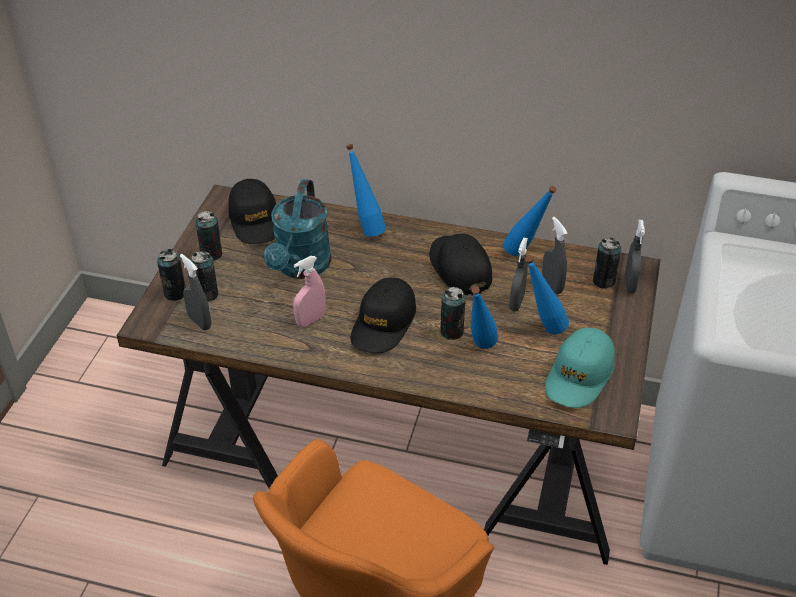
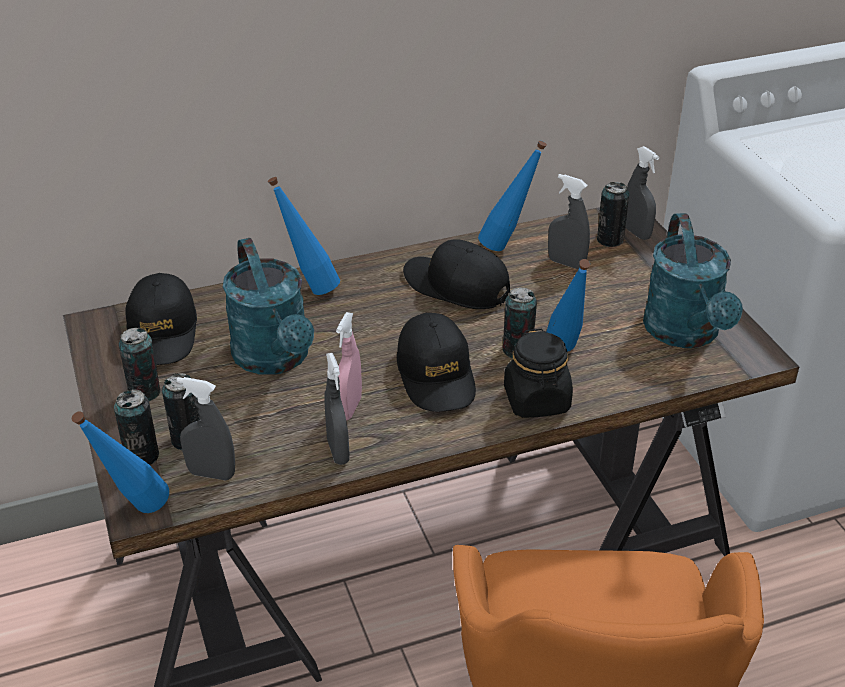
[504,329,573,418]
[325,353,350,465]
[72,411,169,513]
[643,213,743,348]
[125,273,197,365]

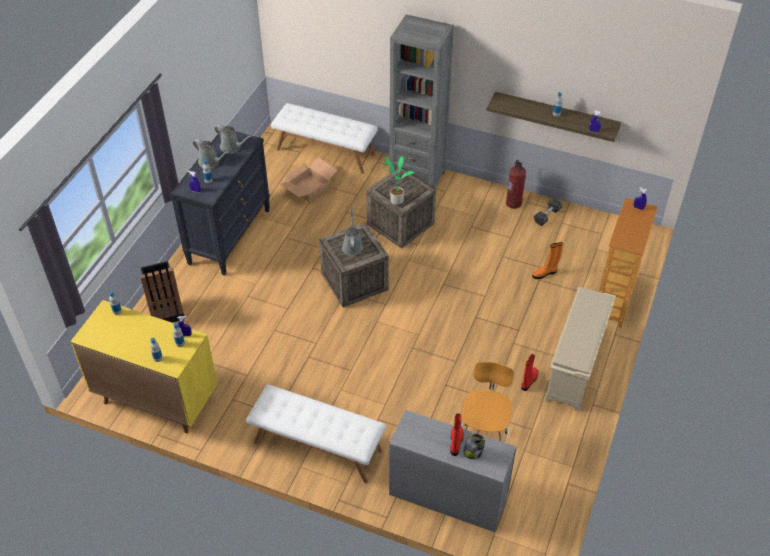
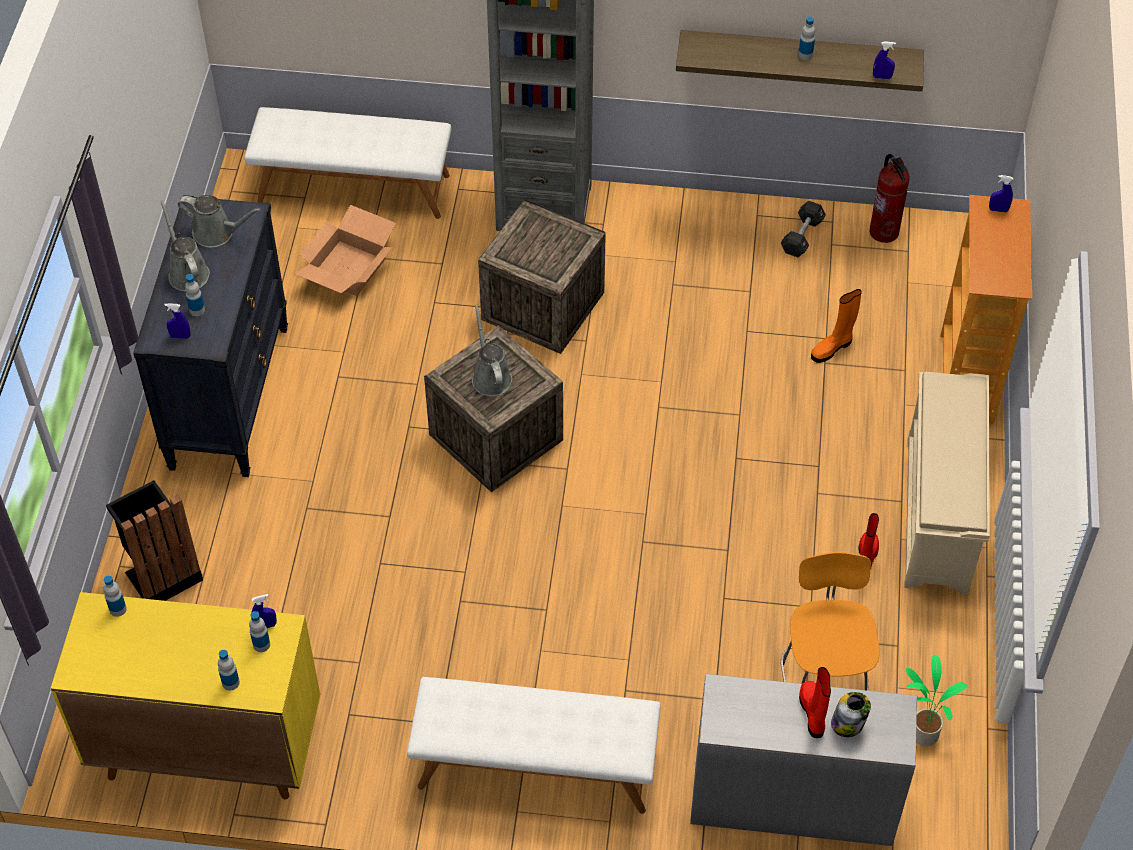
[906,655,967,746]
[870,154,910,243]
[160,200,210,291]

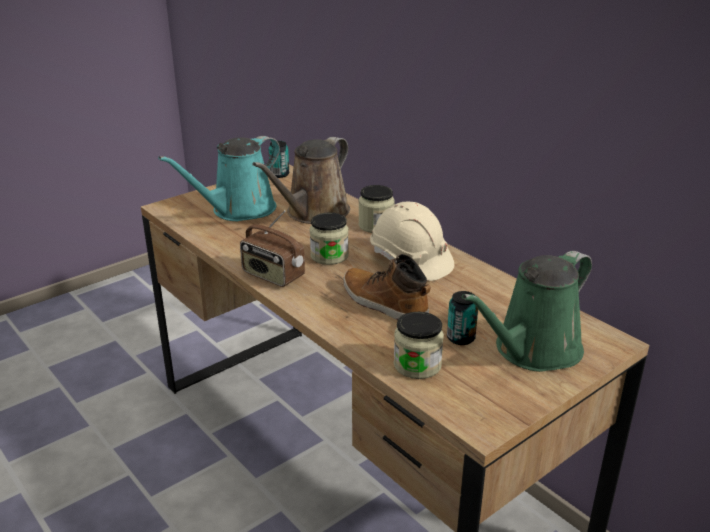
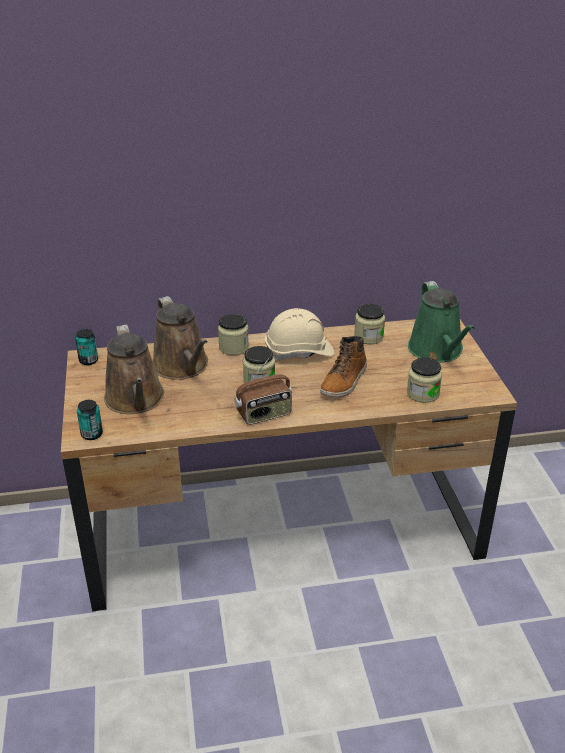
[354,304,385,344]
[77,400,103,440]
[104,324,164,414]
[320,336,367,397]

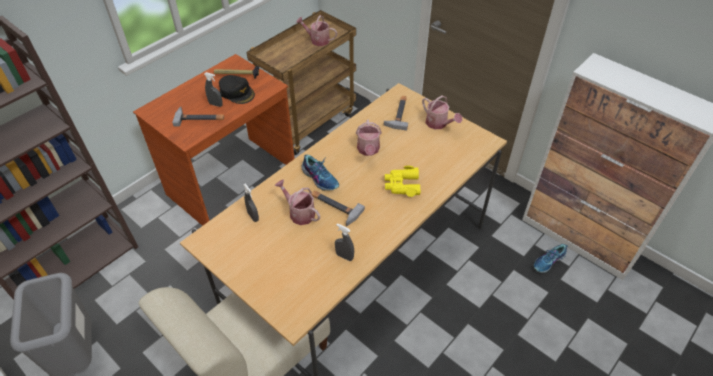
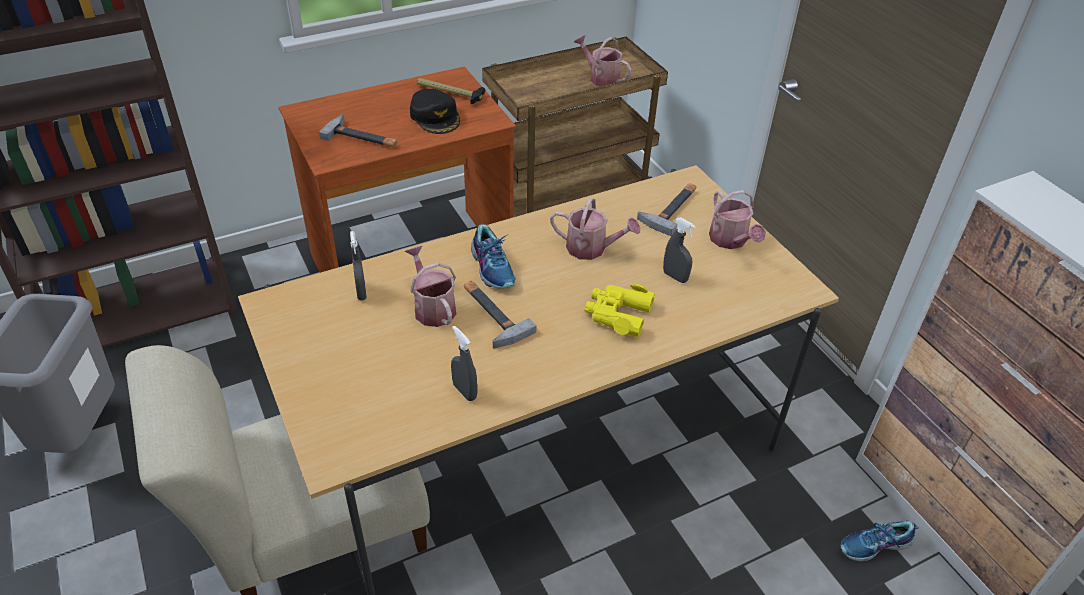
[663,218,696,283]
[550,198,640,260]

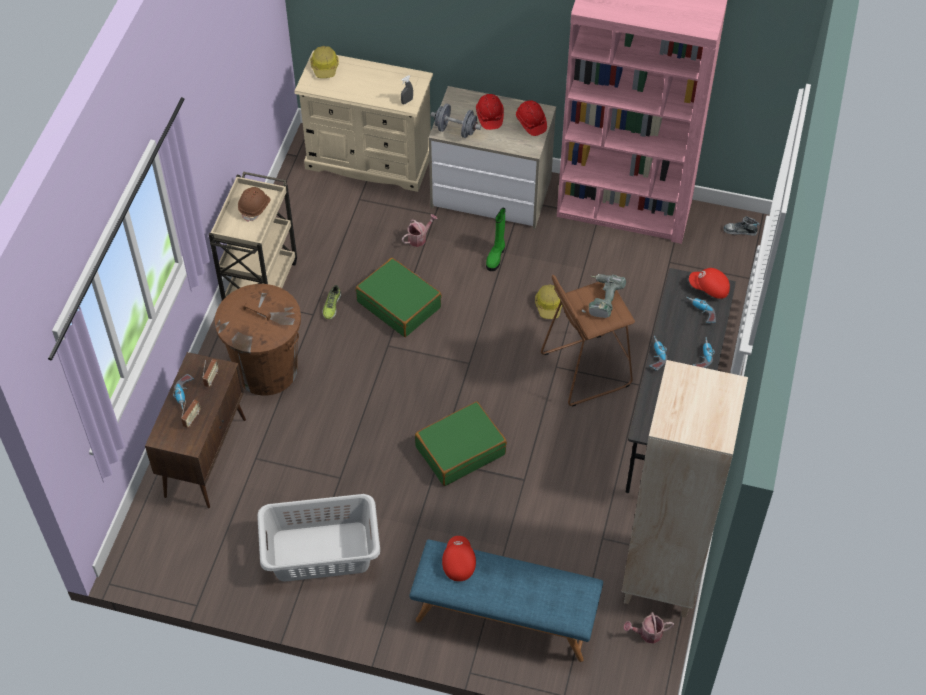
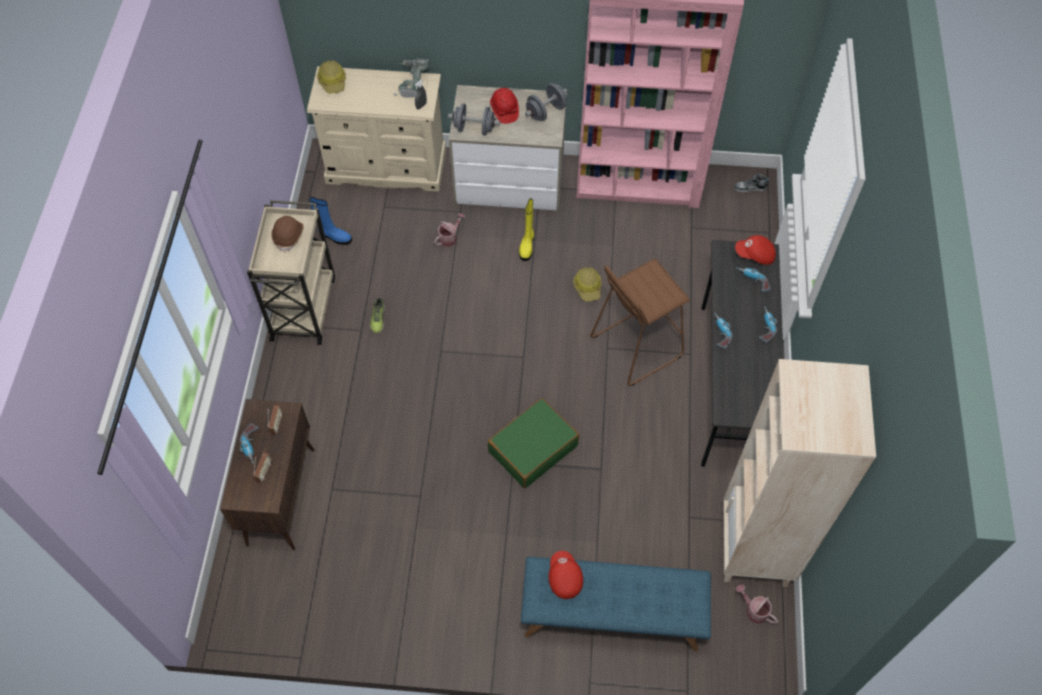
[215,284,301,395] (first image)
[257,494,380,581] (first image)
[356,258,442,337] (first image)
[310,197,352,245]
[394,58,430,98]
[525,83,568,121]
[519,199,534,261]
[736,585,778,624]

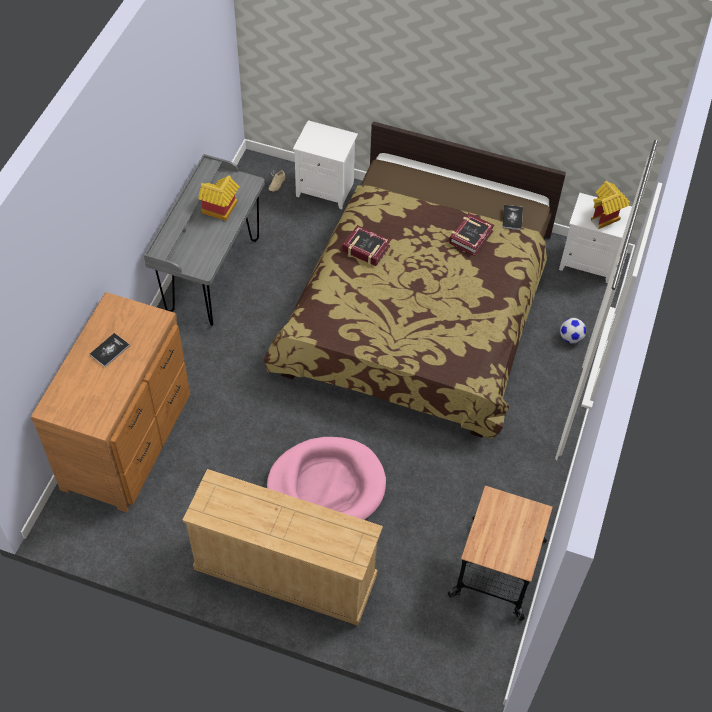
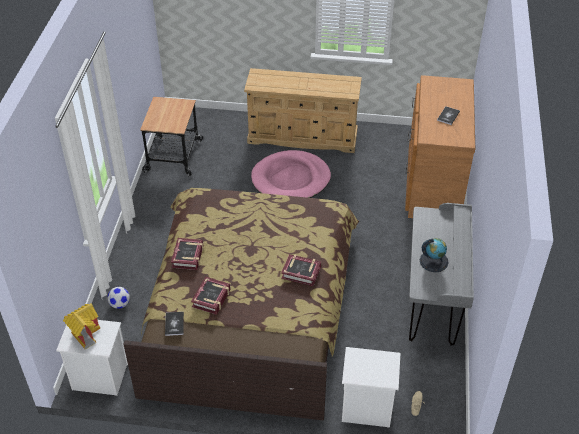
[171,238,203,270]
[420,238,449,272]

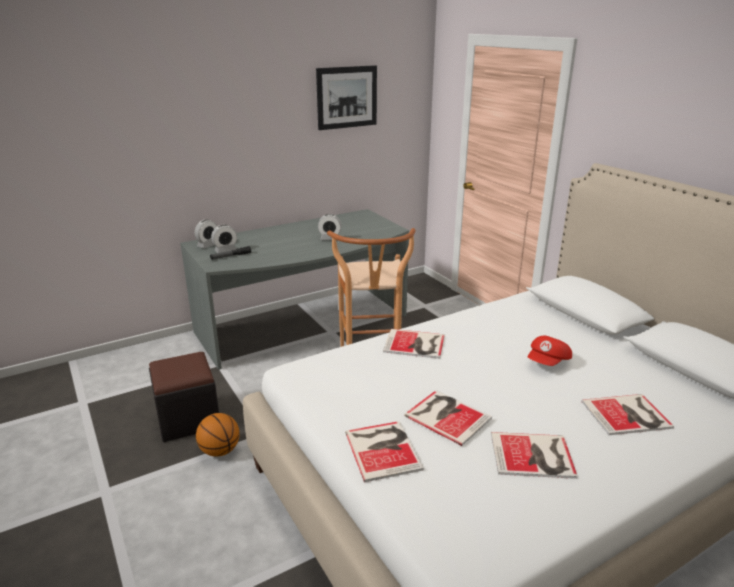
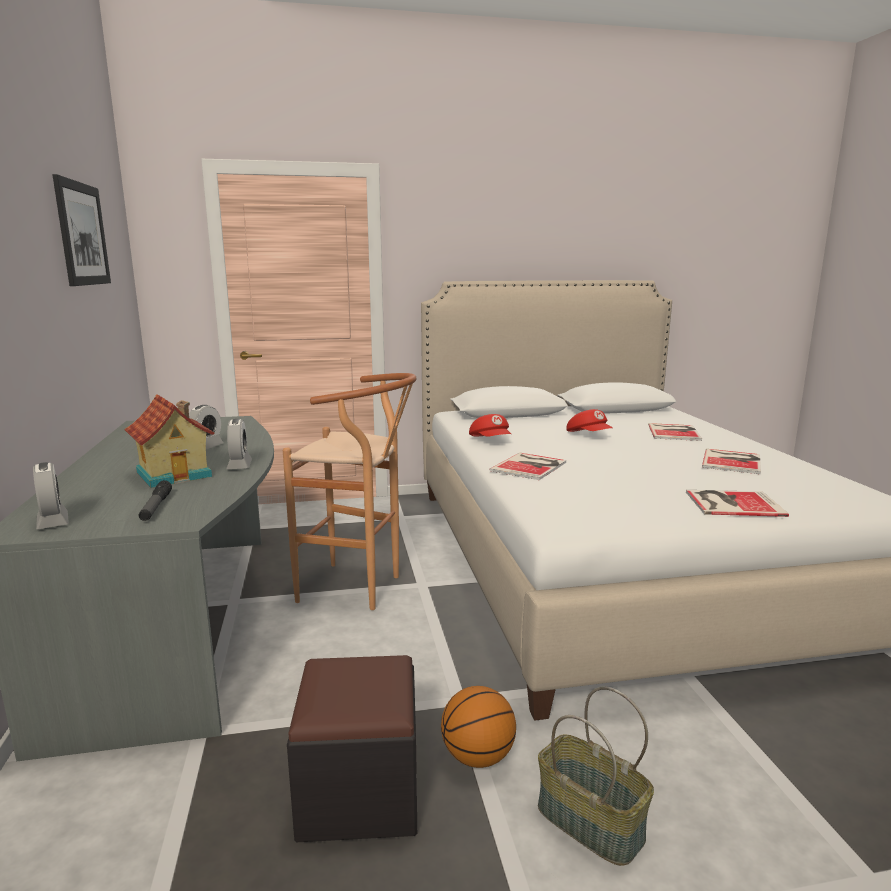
[404,390,492,446] (first image)
[124,394,214,488]
[469,414,511,437]
[538,687,654,866]
[226,419,252,469]

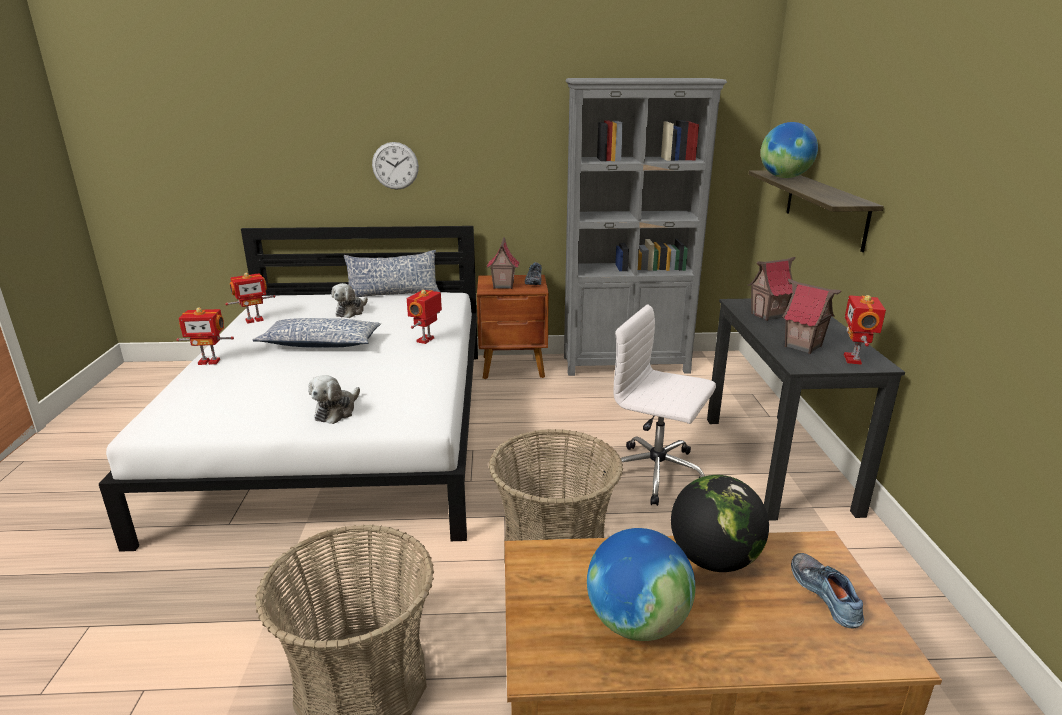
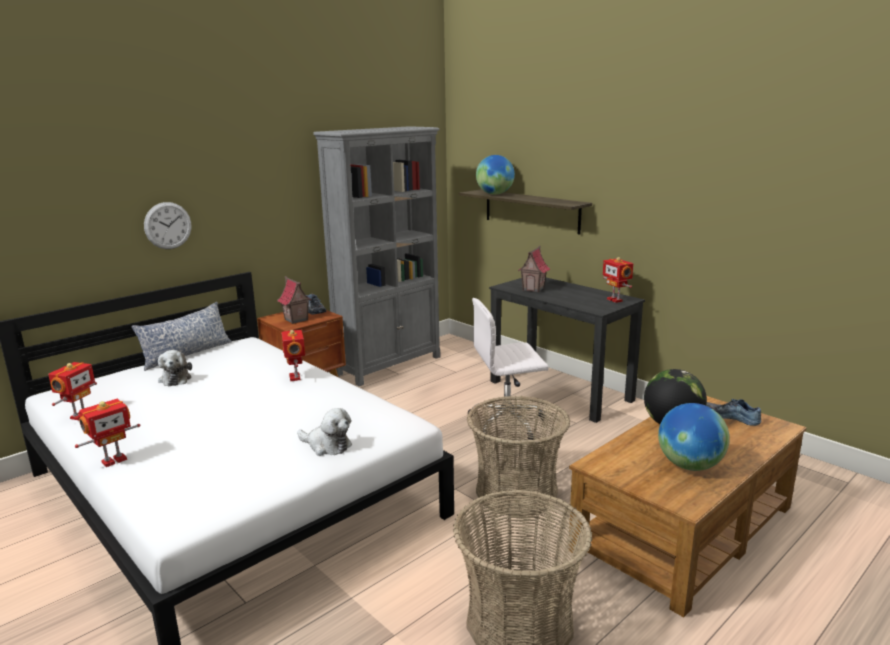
[253,318,381,348] (first image)
[782,279,841,354] (first image)
[297,408,352,456]

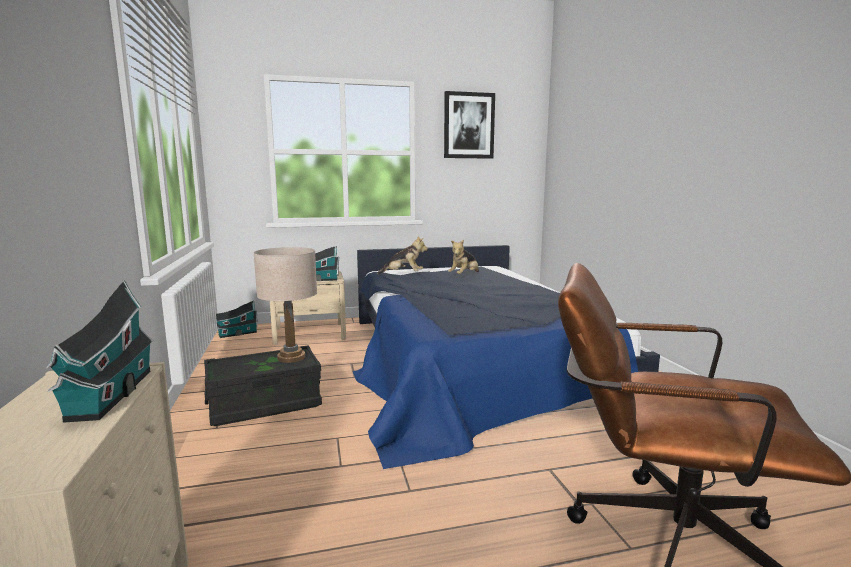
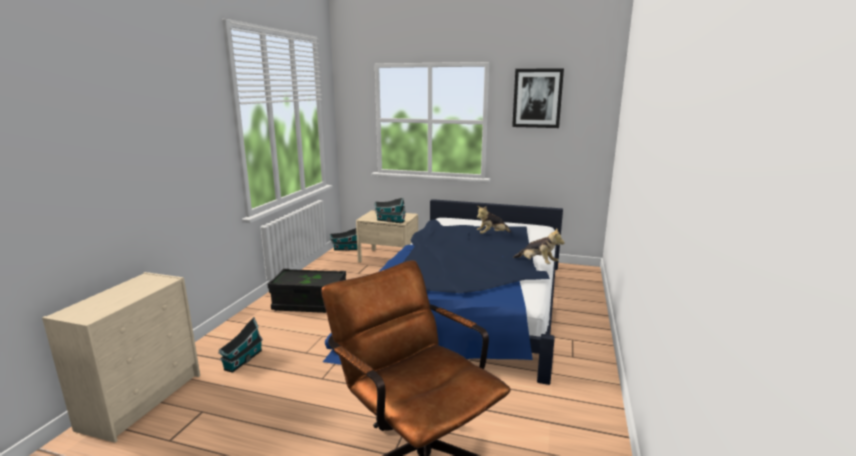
[253,247,317,363] (first image)
[218,317,263,373]
[513,228,565,264]

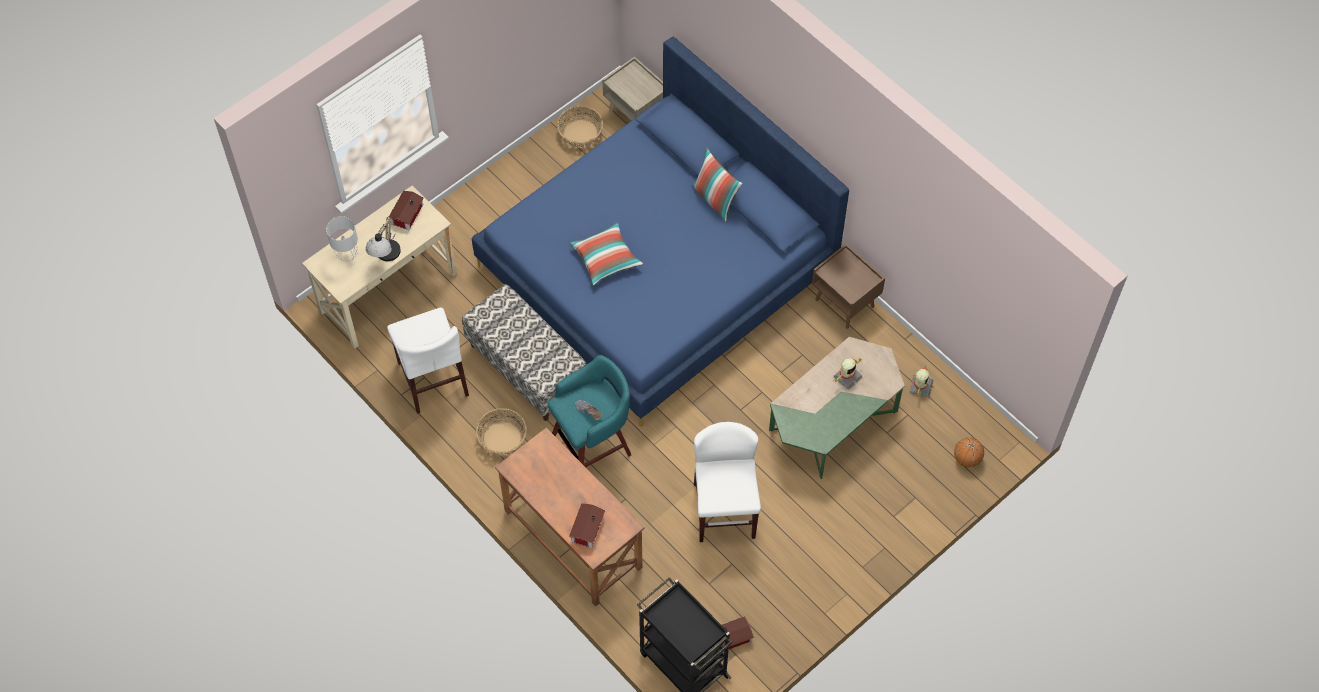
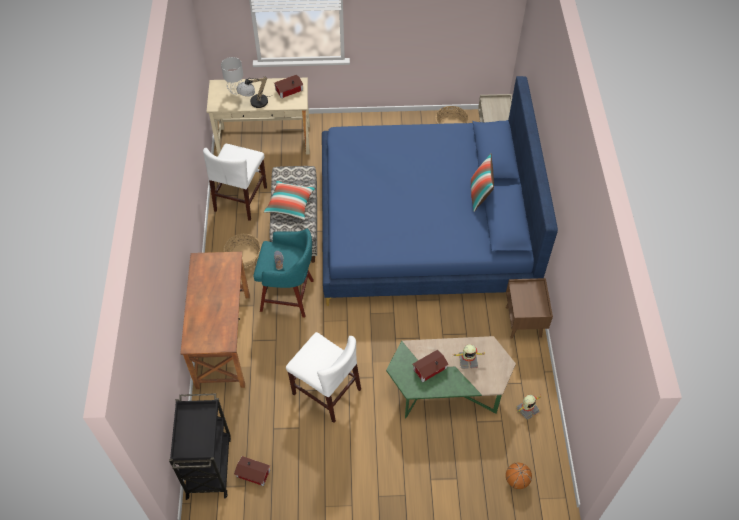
[413,350,449,382]
[264,180,316,220]
[286,332,361,423]

